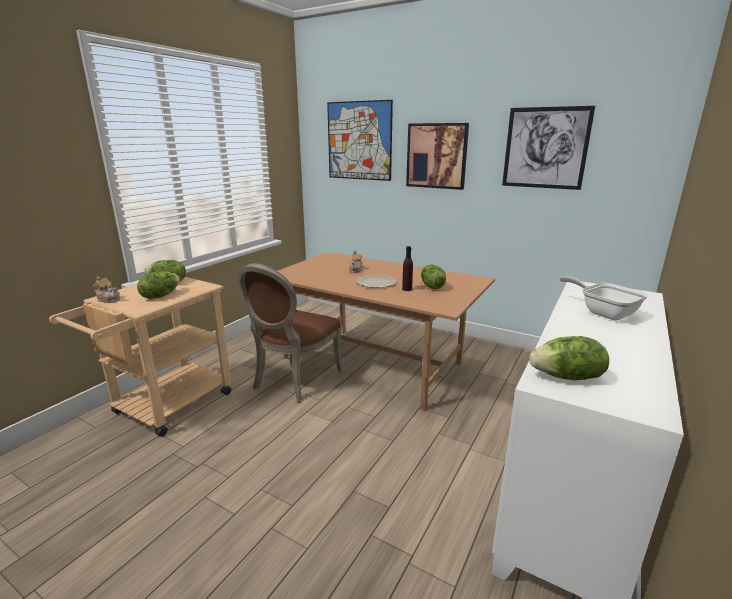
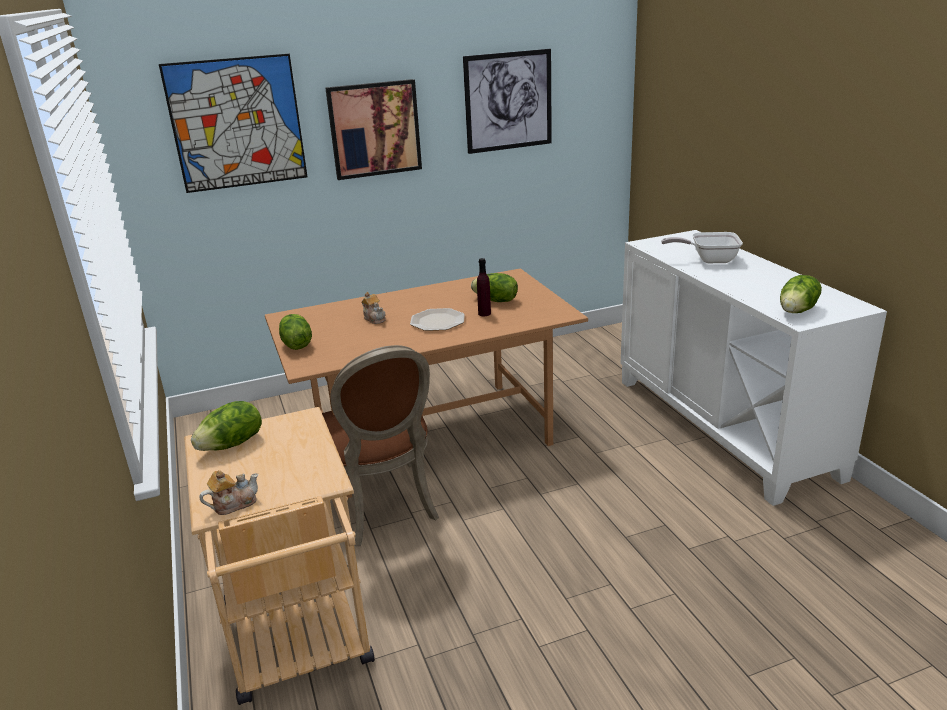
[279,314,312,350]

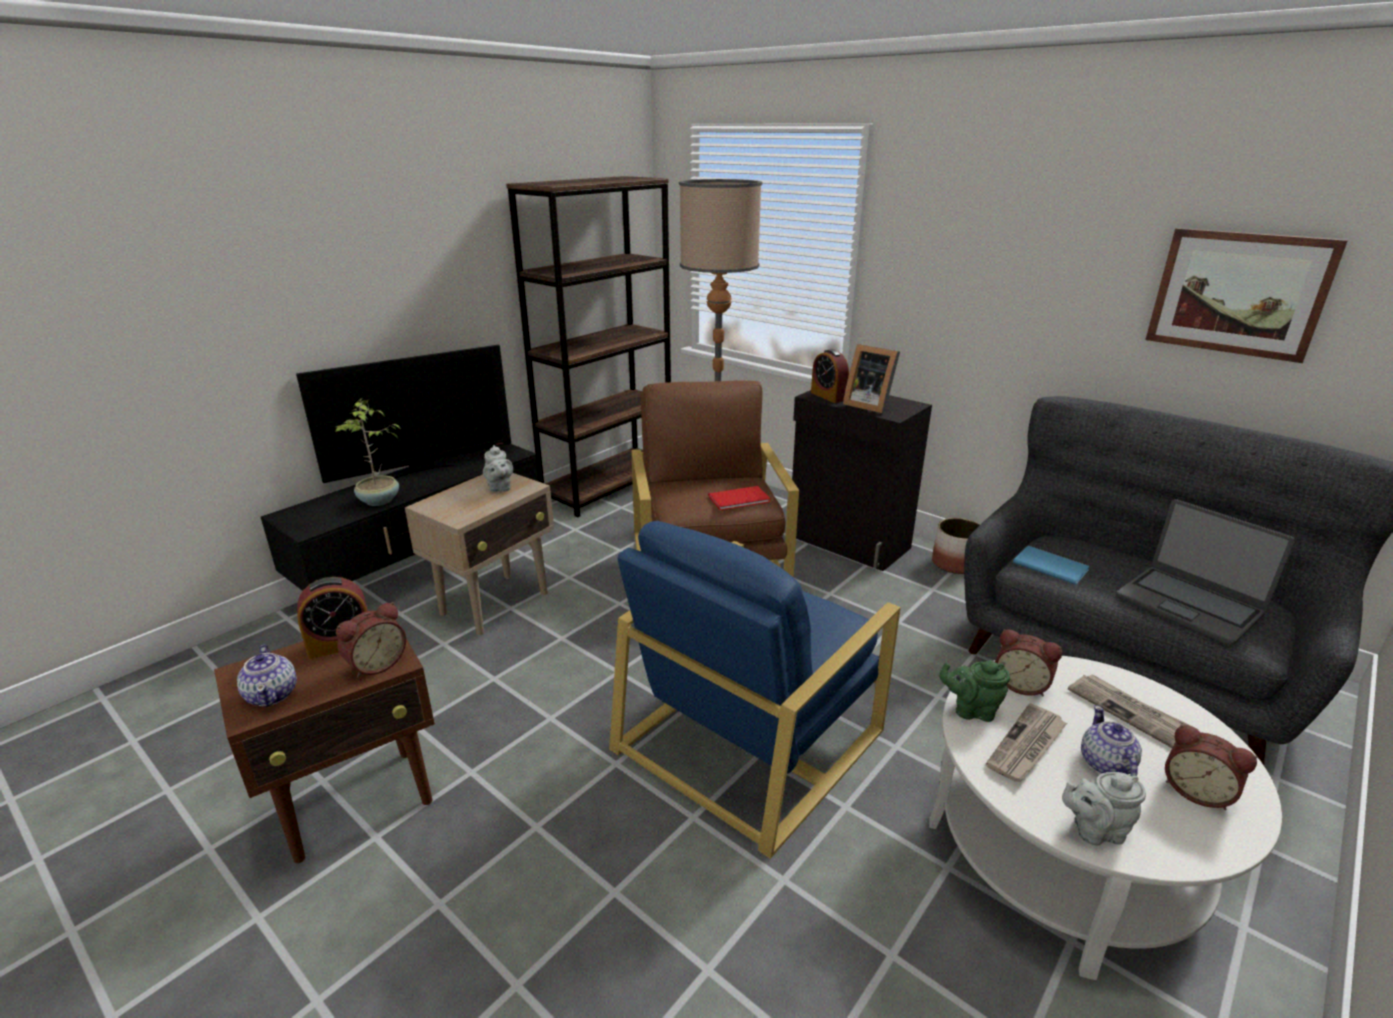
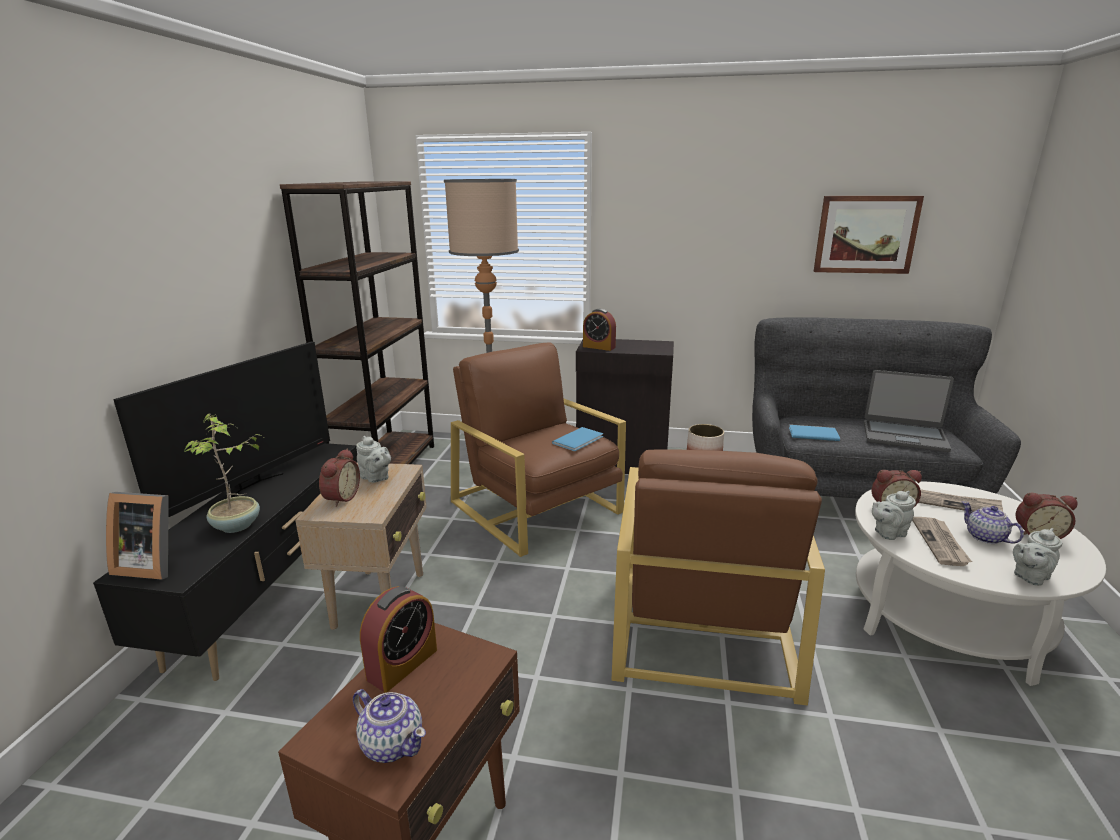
[319,449,360,507]
[106,492,169,580]
[611,449,825,706]
[552,427,603,451]
[872,491,916,540]

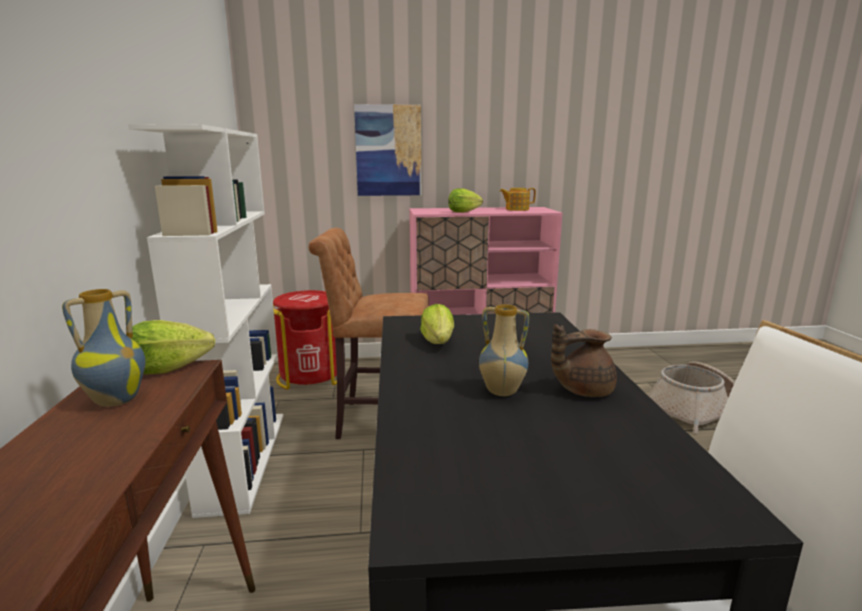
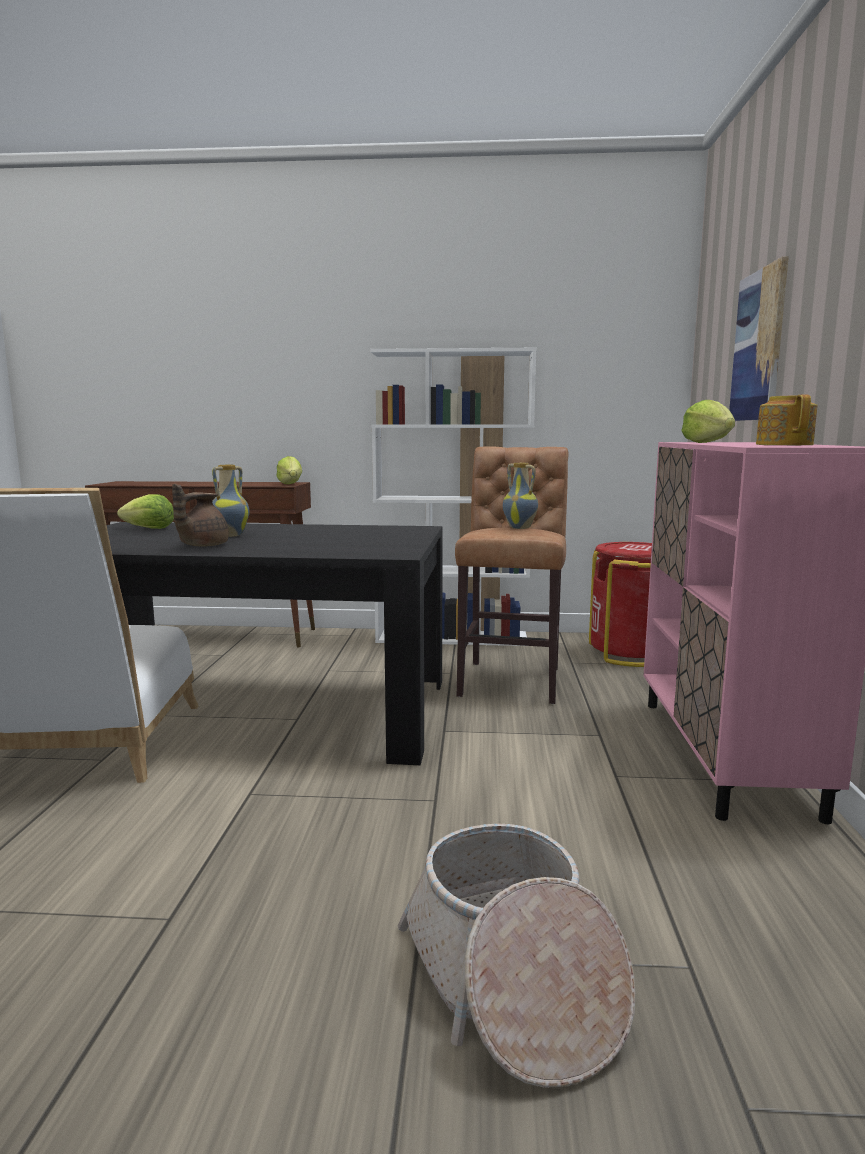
[503,463,538,529]
[117,494,174,529]
[172,484,229,547]

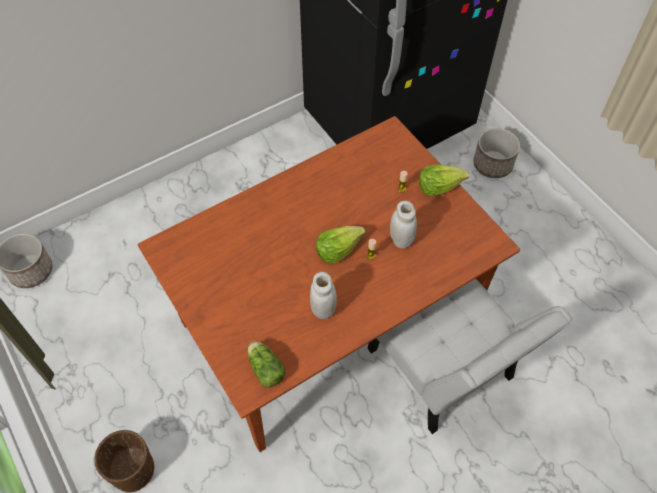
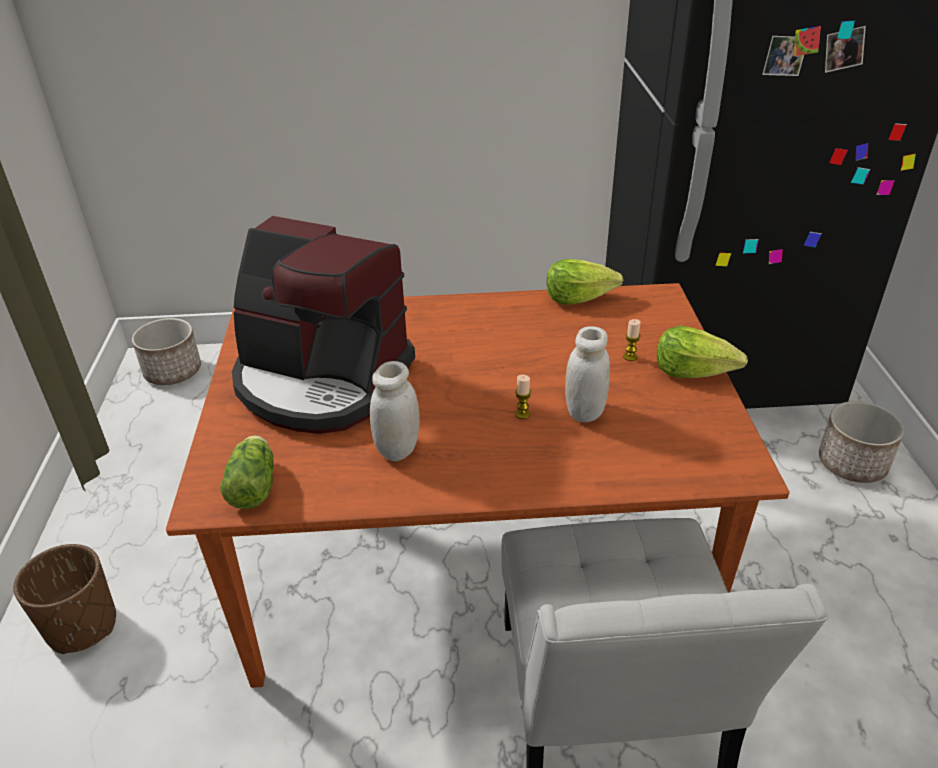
[232,216,415,434]
[547,259,623,305]

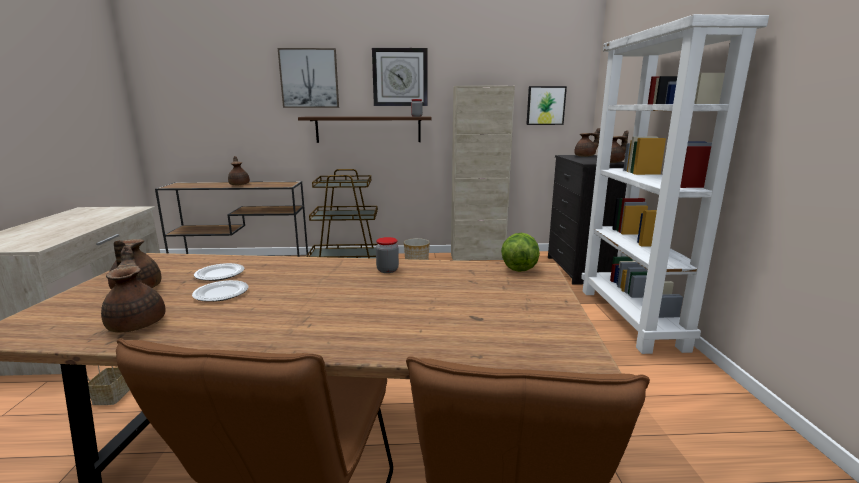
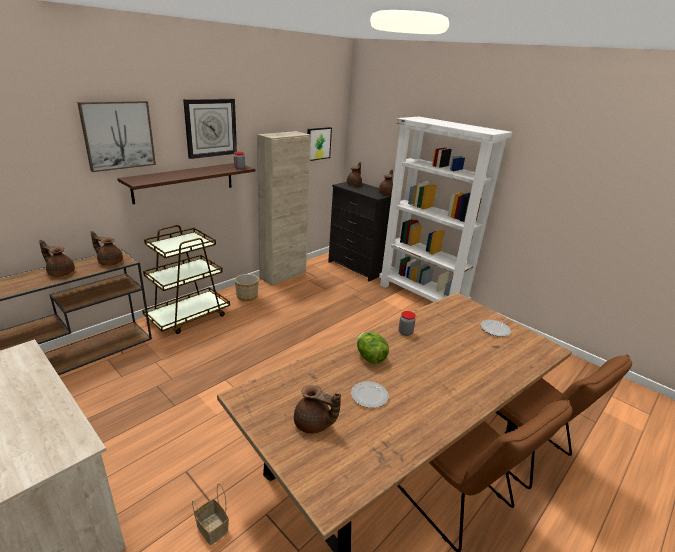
[91,231,123,266]
[481,320,511,337]
[357,332,389,364]

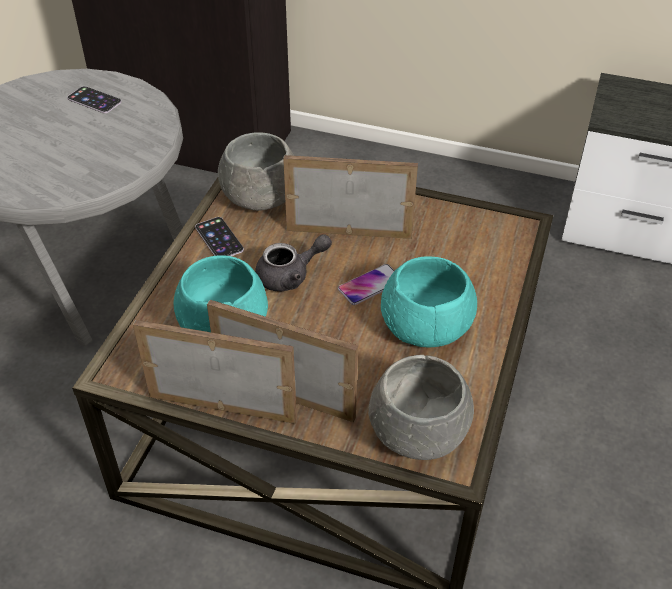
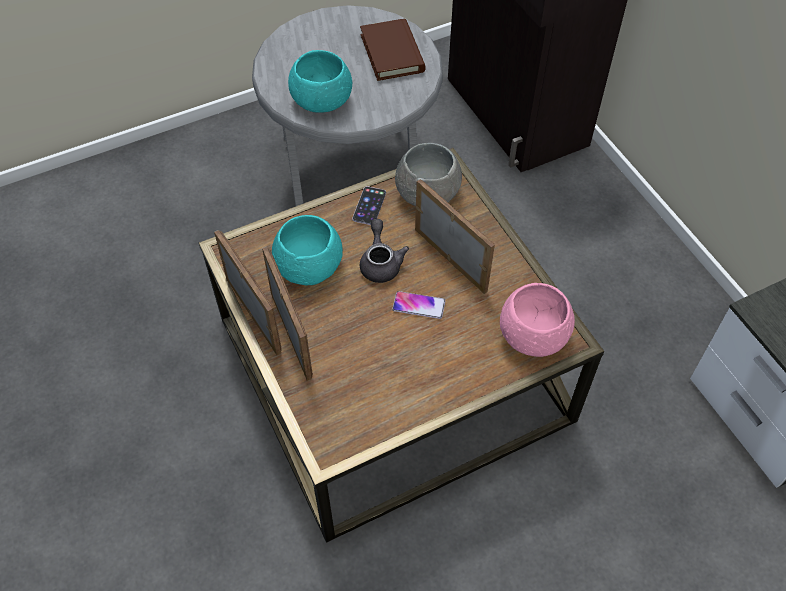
[368,355,474,460] (first image)
[500,283,575,357]
[288,50,352,113]
[360,19,426,81]
[360,219,409,283]

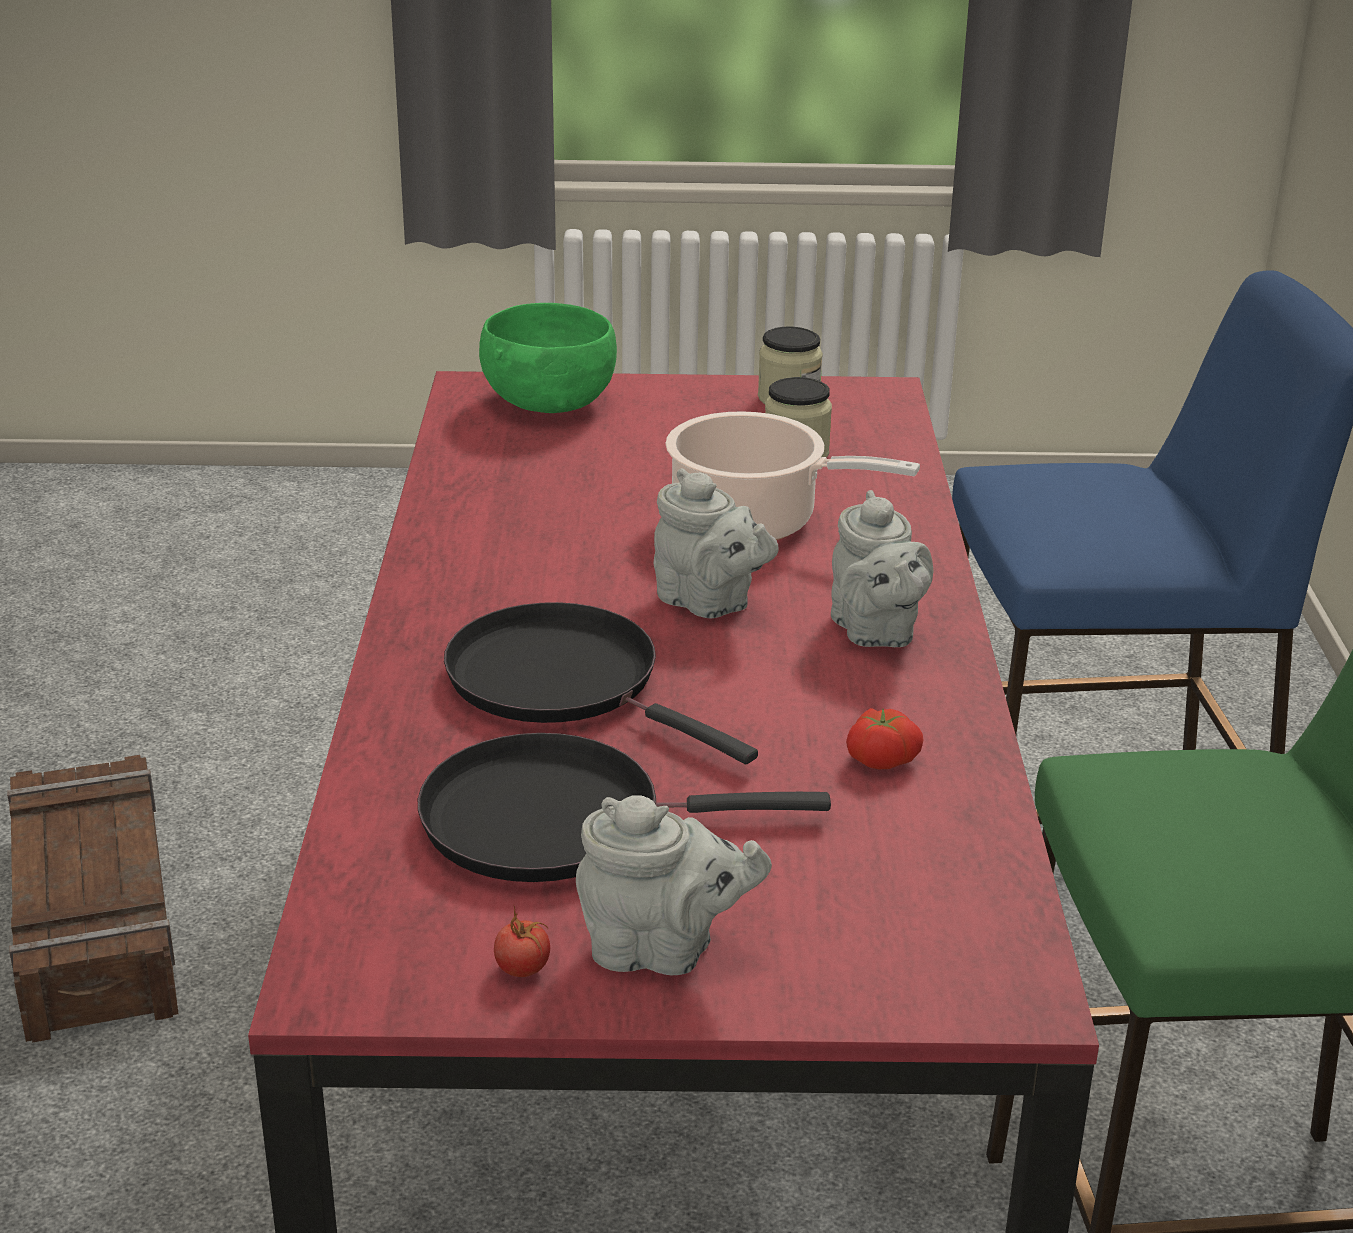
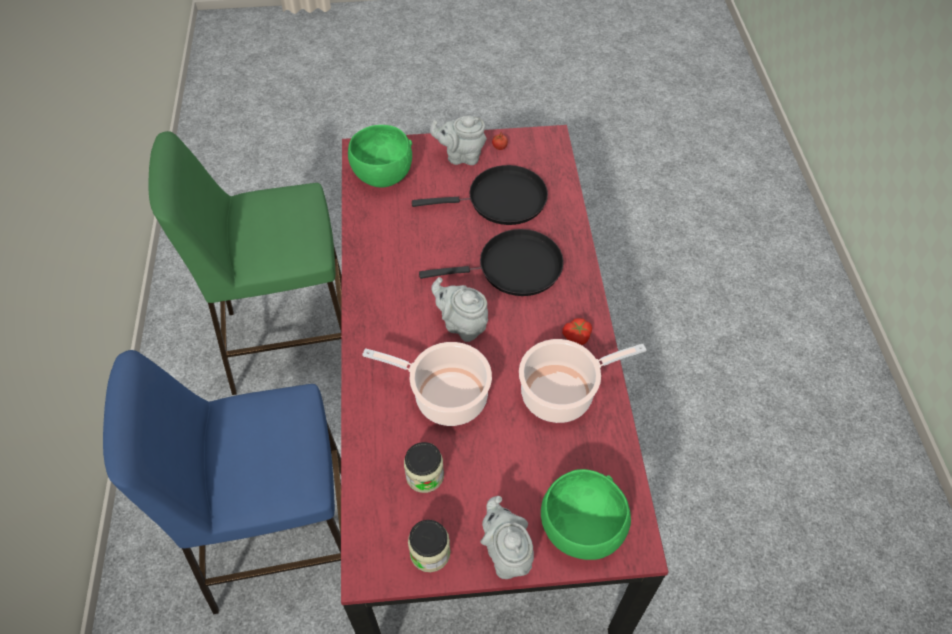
[7,755,179,1043] (first image)
[348,125,412,188]
[519,339,646,423]
[480,496,534,579]
[562,318,592,345]
[419,229,564,296]

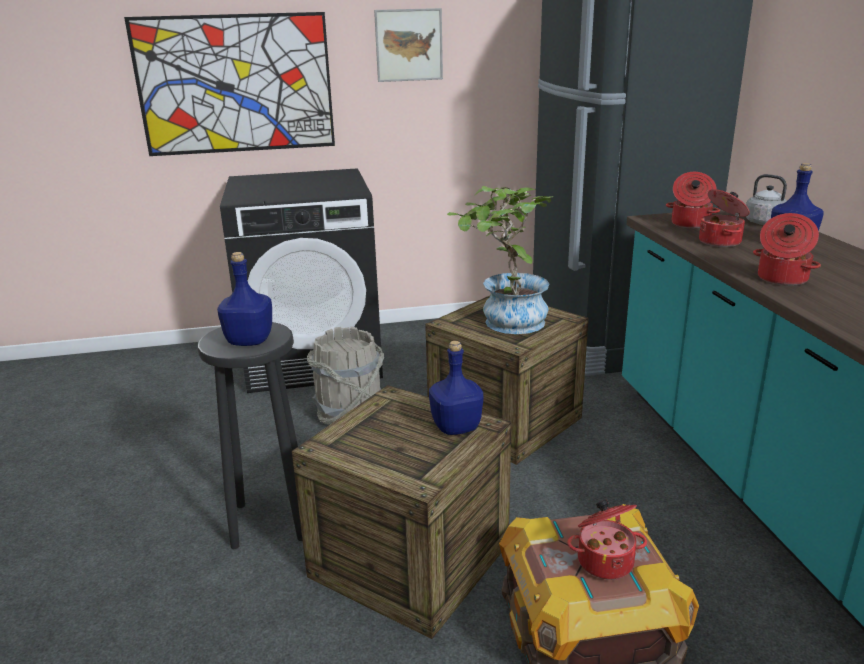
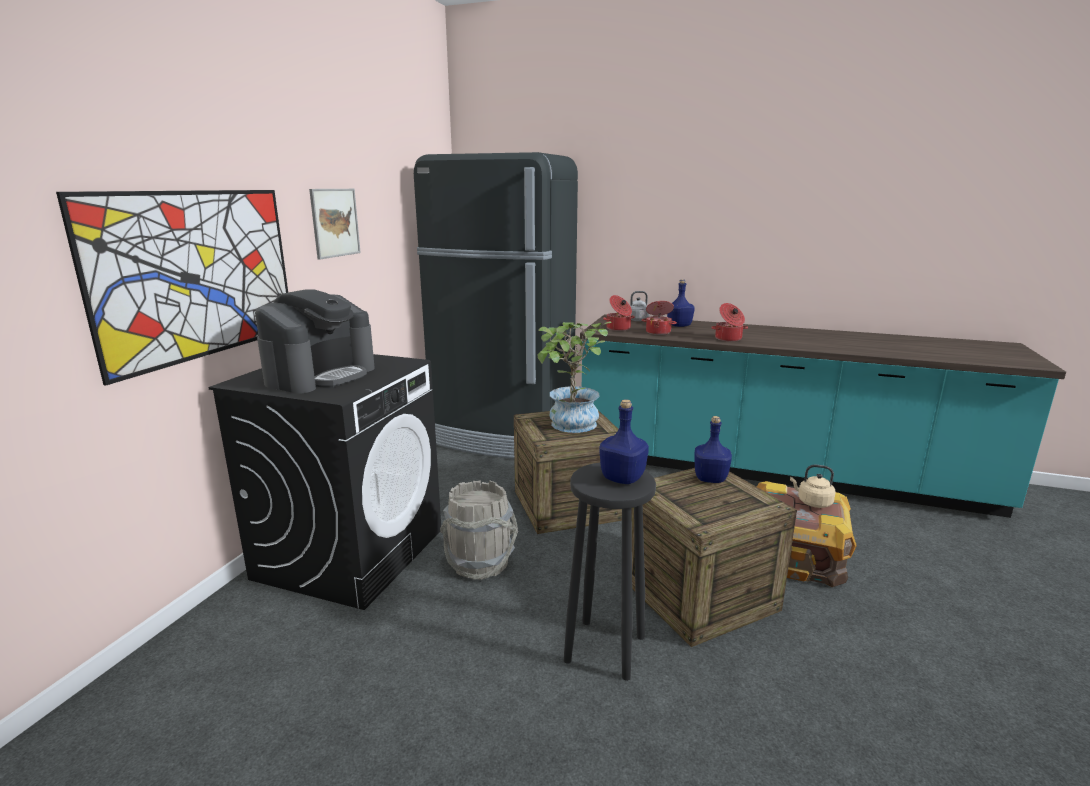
[255,289,375,394]
[790,465,836,508]

